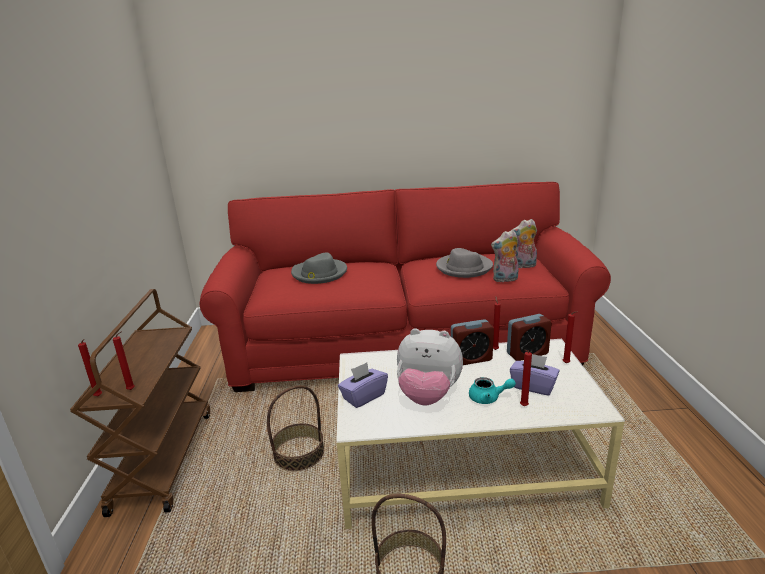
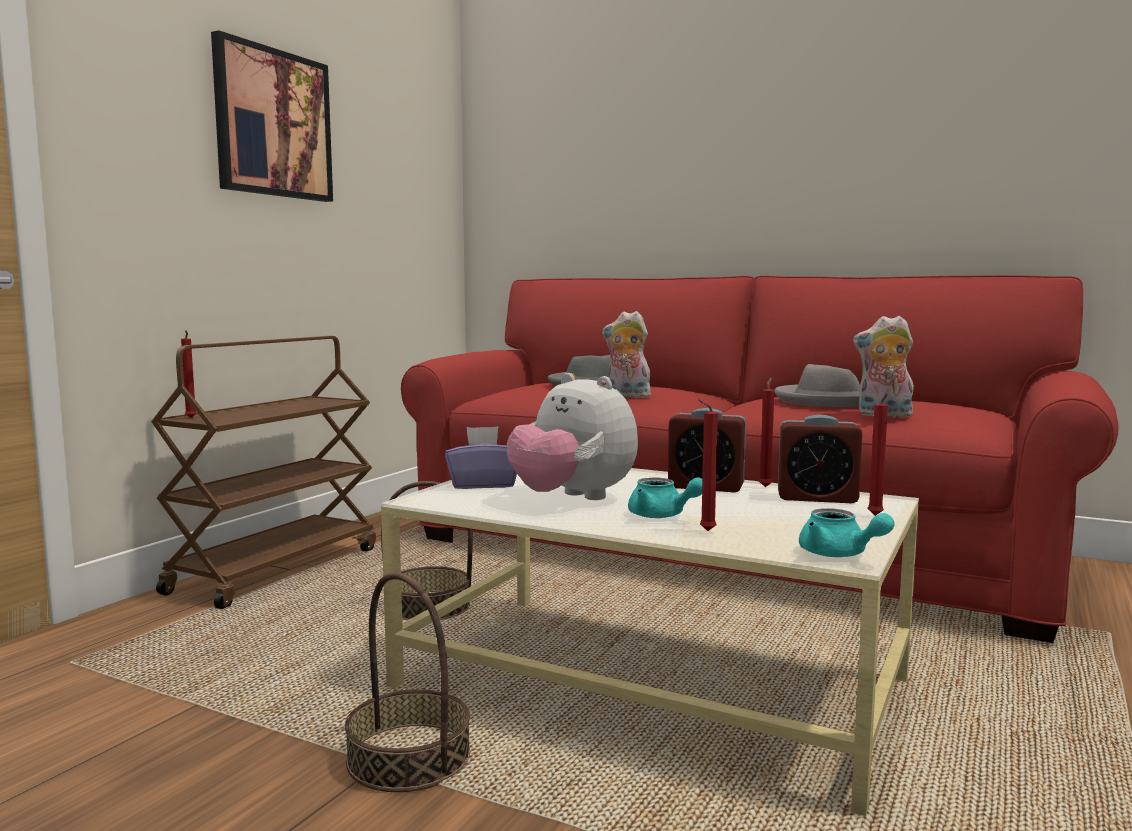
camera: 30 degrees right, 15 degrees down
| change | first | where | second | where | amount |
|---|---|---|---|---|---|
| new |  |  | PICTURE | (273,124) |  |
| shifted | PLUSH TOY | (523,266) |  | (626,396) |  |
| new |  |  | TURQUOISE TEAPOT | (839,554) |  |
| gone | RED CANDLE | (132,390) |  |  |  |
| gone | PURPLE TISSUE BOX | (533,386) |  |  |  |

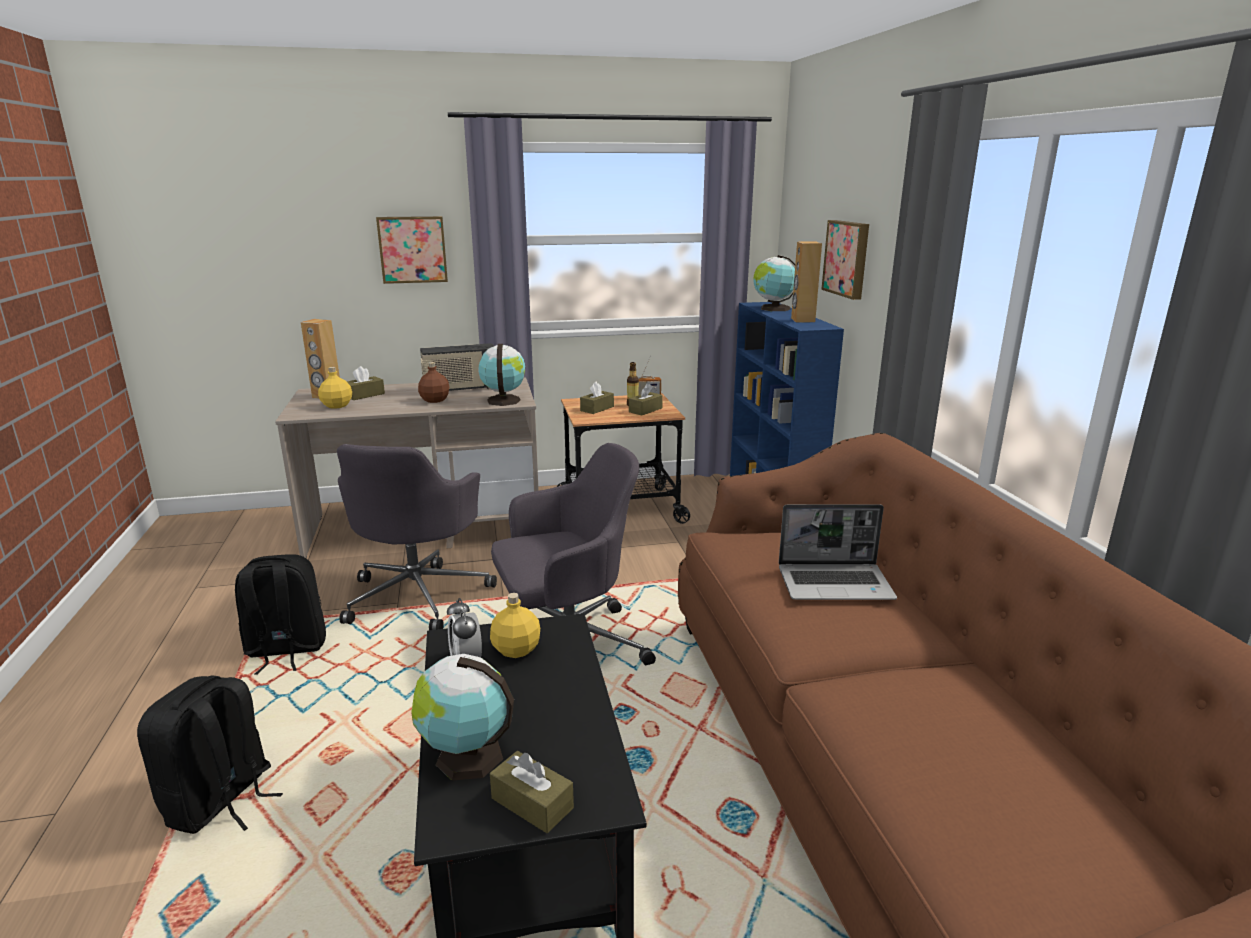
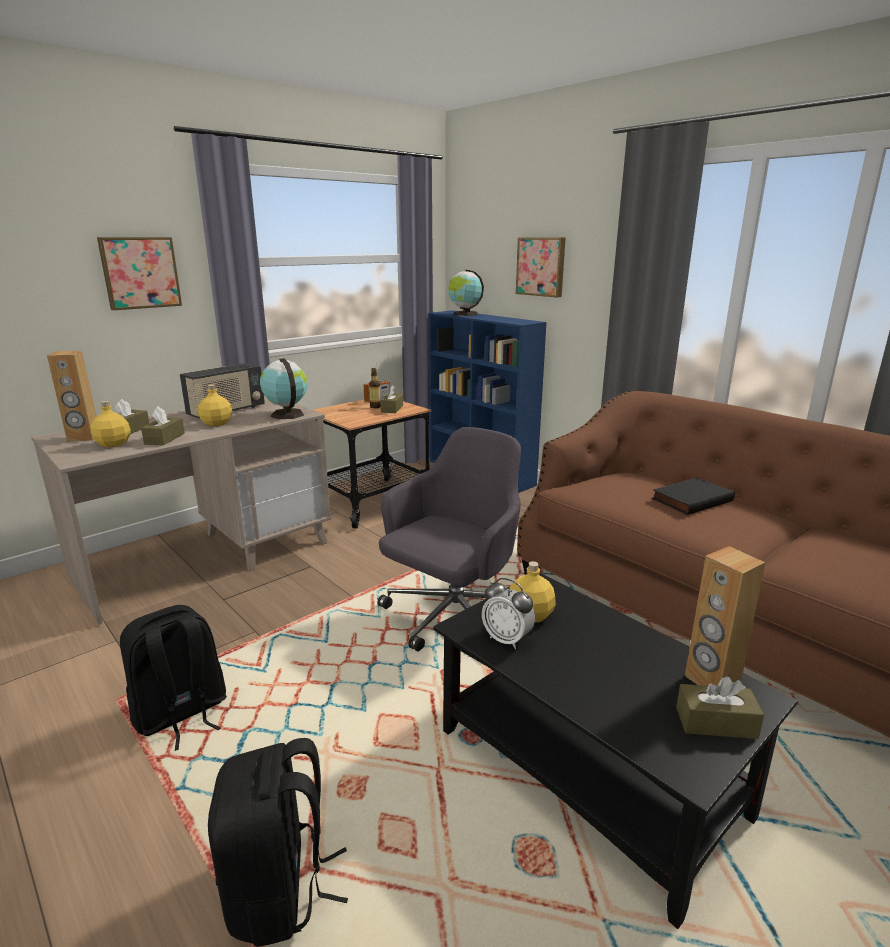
camera: 30 degrees left, 0 degrees up
| change | first | where | second | where | amount |
|---|---|---|---|---|---|
| shifted | BROWN TISSUE BOX | (597,409) |  | (165,439) |  |
| repainted | BROWN BOTTLE | (435,400) | YELLOW BOTTLE | (217,424) |  |
| swapped | LAPTOP | (836,583) | BLACK BOOK | (691,499) |  |
| shifted | BROWN SPEAKER | (802,320) |  | (711,681) |  |
| gone | GREY OFFICE CHAIR | (418,595) |  |  |  |
| gone | GLOBE | (465,756) |  |  |  |

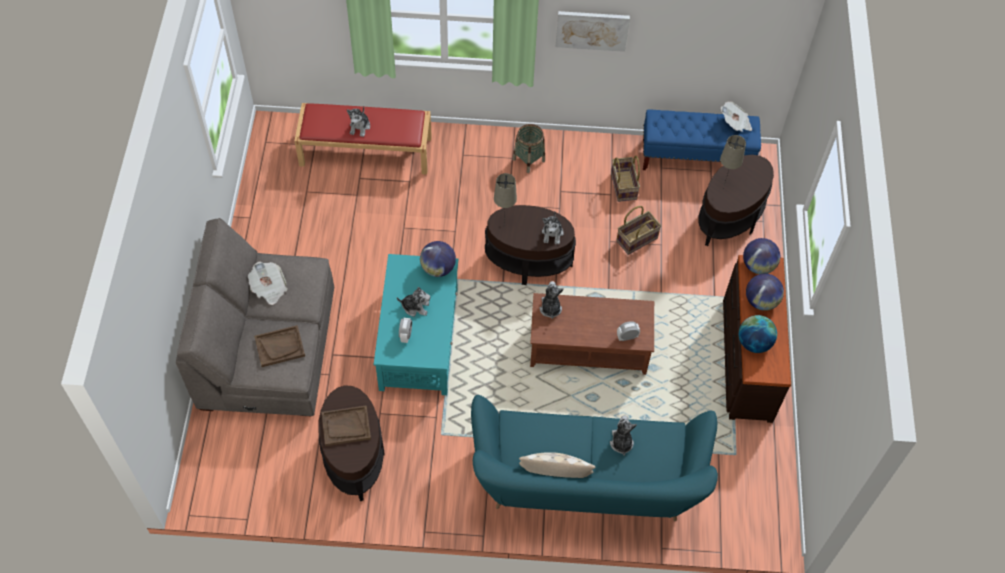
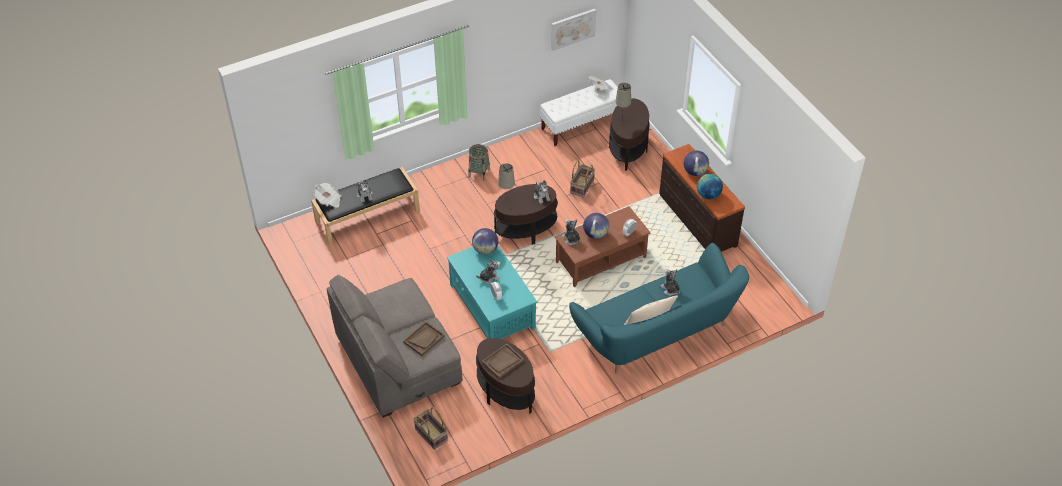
camera: 30 degrees left, 10 degrees down
| change | first | where | second | where | amount |
|---|---|---|---|---|---|
| repainted | RED BENCH | (366,151) | BLACK BENCH | (368,216) |  |
| shifted | NEWSPAPER | (269,288) |  | (329,200) |  |
| shifted | BASKET | (623,186) |  | (430,435) |  |
| repainted | BLUE BENCH | (696,158) | WHITE BENCH | (582,125) |  |
| shifted | PICTURE | (592,30) |  | (572,28) |  |
| shifted | GLOBE | (758,266) |  | (595,234) |  |

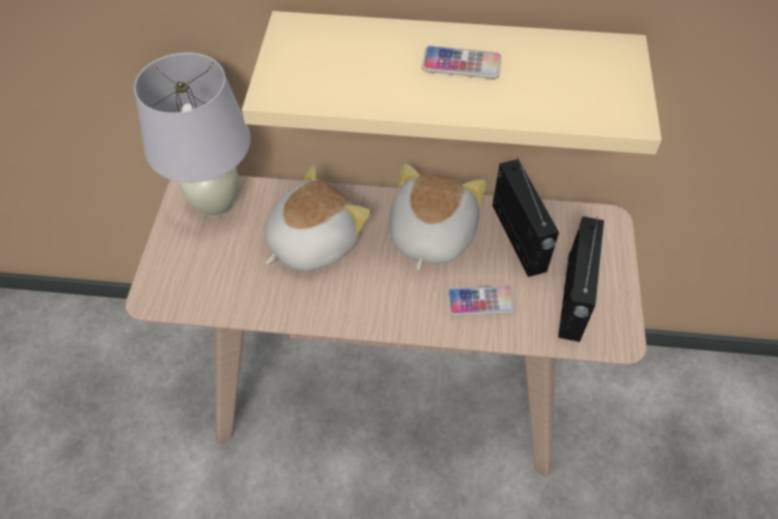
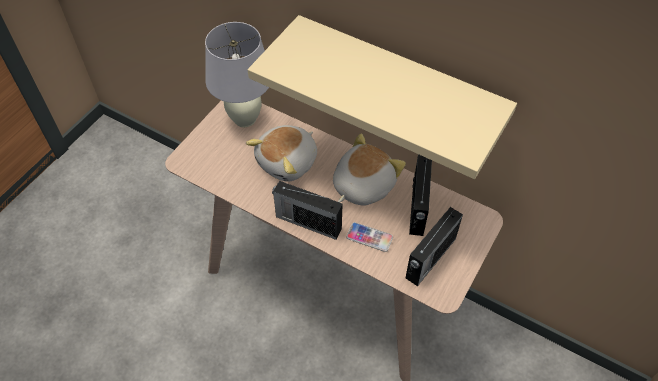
camera: 25 degrees right, 0 degrees up
| change | first | where | second | where | amount |
|---|---|---|---|---|---|
| rotated | PLUSH TOY | (312,242) |  | (288,162) | 150 degrees clockwise |
| new |  |  | RADIO | (307,222) |  |
| gone | PHONE | (461,64) |  |  |  |

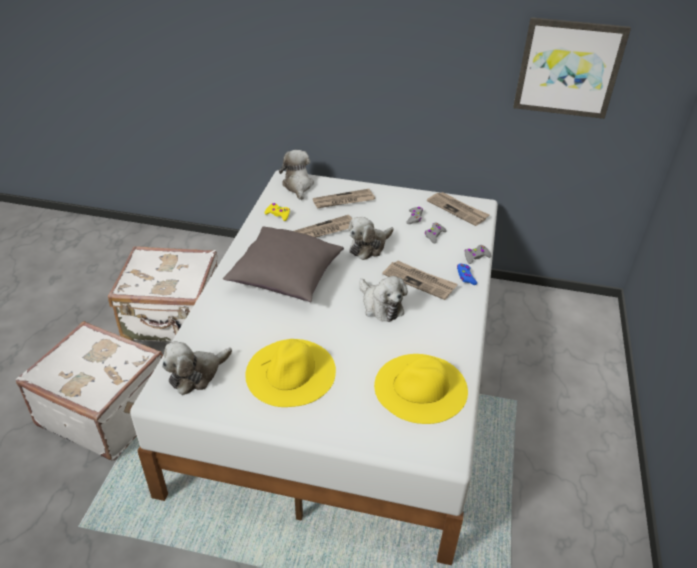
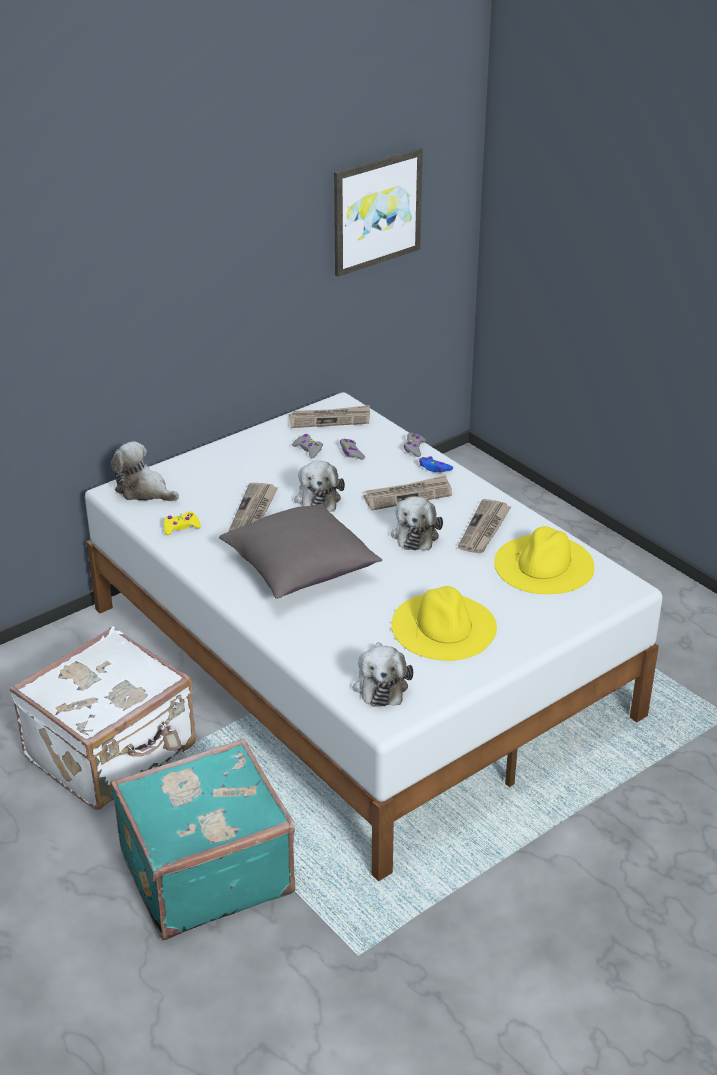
camera: 50 degrees left, 5 degrees down
| change | first | where | second | where | amount |
|---|---|---|---|---|---|
| repainted | WHITE SUITCASE | (106,410) | TURQUOISE SUITCASE | (204,872) |  |
| rotated | PLUSH TOY | (380,306) |  | (415,534) | 90 degrees clockwise |
| shifted | NEWSPAPER | (343,201) |  | (484,529) |  |

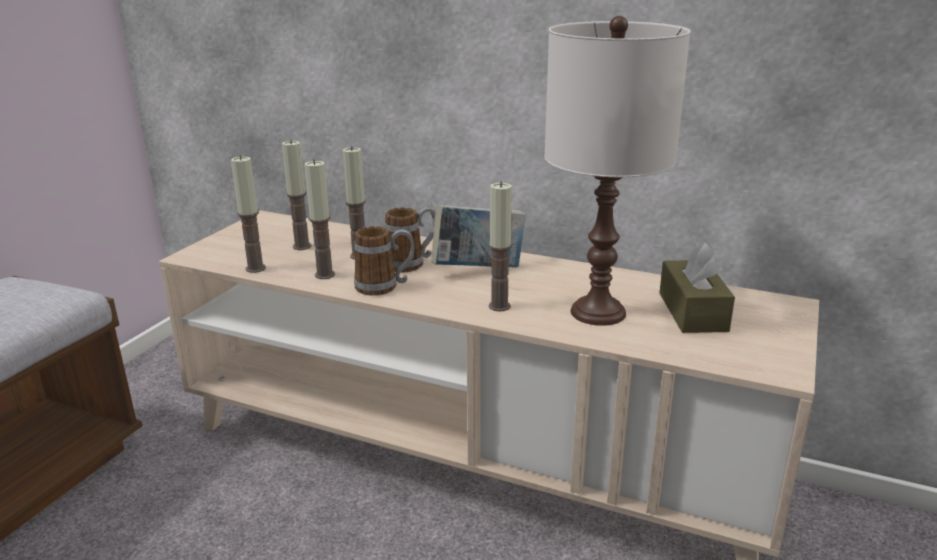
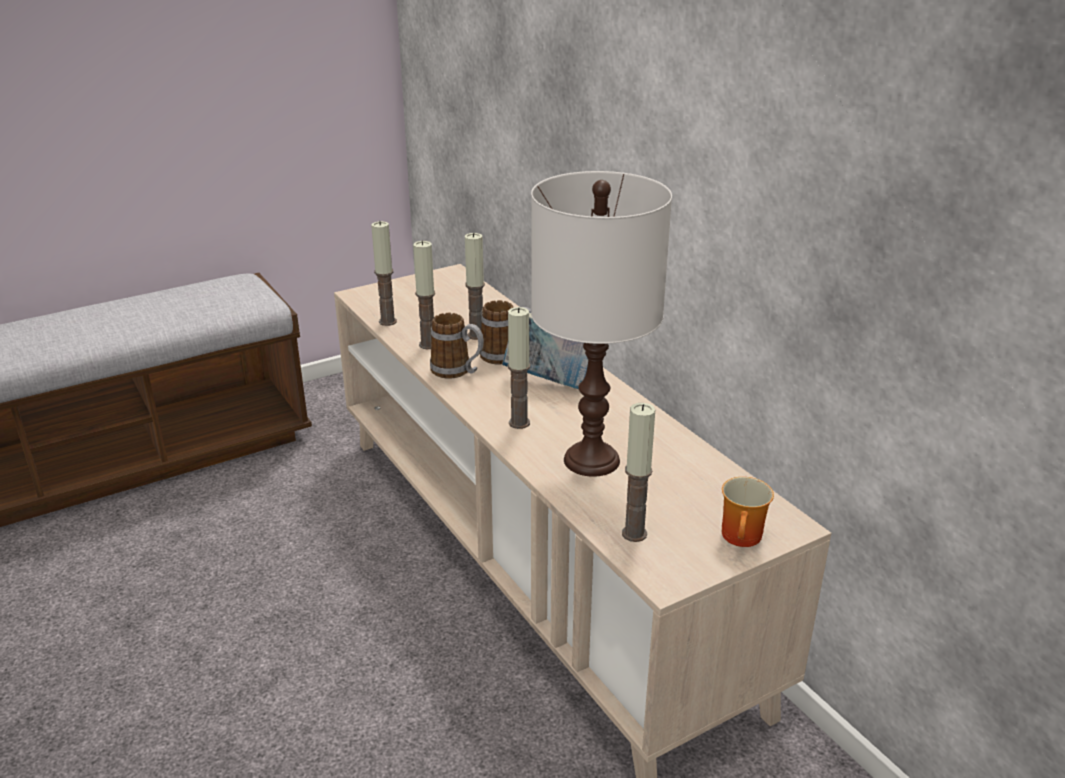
camera: 35 degrees right, 5 degrees up
| change | first | where | second | where | amount |
|---|---|---|---|---|---|
| shifted | CANDLE | (302,246) |  | (634,533) |  |
| new |  |  | MUG | (744,538) |  |
| gone | BROWN TISSUE BOX | (692,312) |  |  |  |

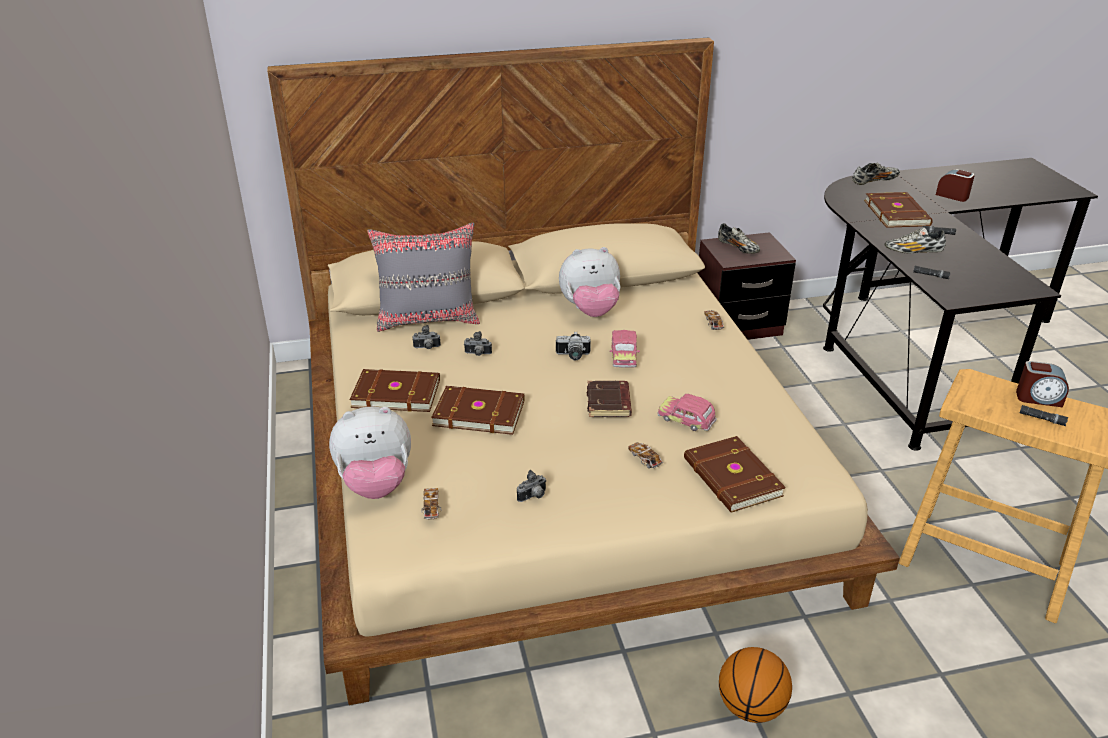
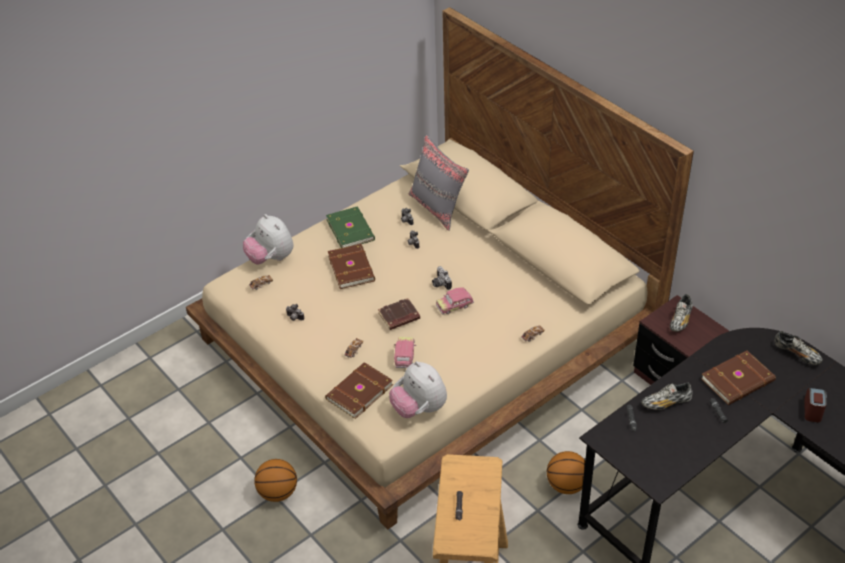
camera: 65 degrees right, 10 degrees up
| change | first | where | second | where | amount |
|---|---|---|---|---|---|
| repainted | BROWN BOOK | (396,393) | GREEN BOOK | (351,229) |  |
| shifted | PLUSH TOY | (590,311) |  | (419,408) |  |
| new |  |  | BASKETBALL | (566,485) |  |
| rotated | SHOE | (913,252) |  | (666,403) | 75 degrees counterclockwise |
| gone | ALARM CLOCK | (1038,398) |  |  |  |

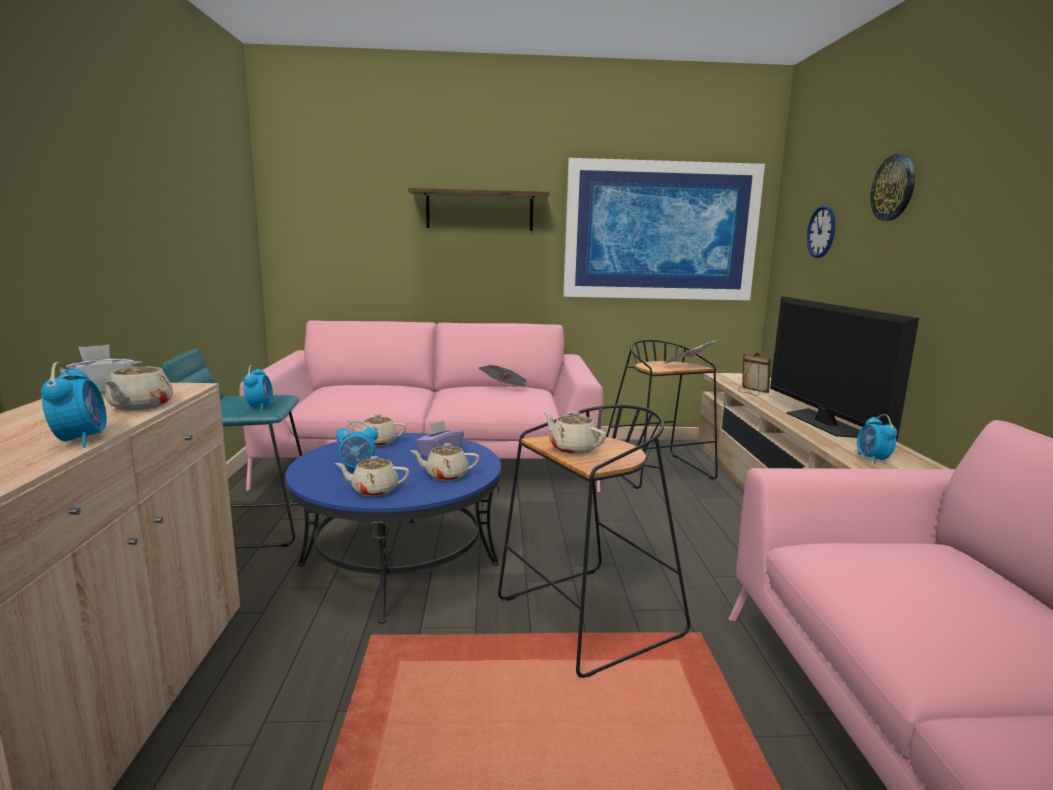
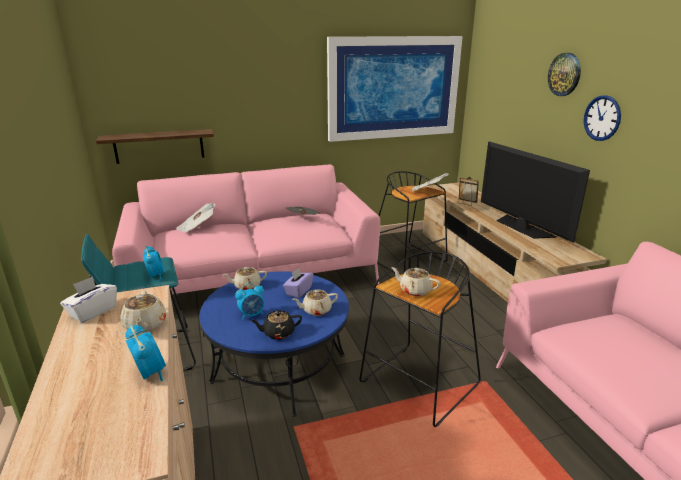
camera: 15 degrees left, 10 degrees up
| change | first | where | second | where | amount |
|---|---|---|---|---|---|
| shifted | SHELF | (479,210) |  | (159,146) |  |
| new |  |  | NEWSPAPER | (197,228) |  |
| repainted | BEIGE TEAPOT | (374,490) | BLACK TEAPOT | (278,333) |  |
| shifted | WALL CLOCK | (821,231) |  | (602,118) |  |
| gone | ALARM CLOCK | (872,459) |  |  |  |

